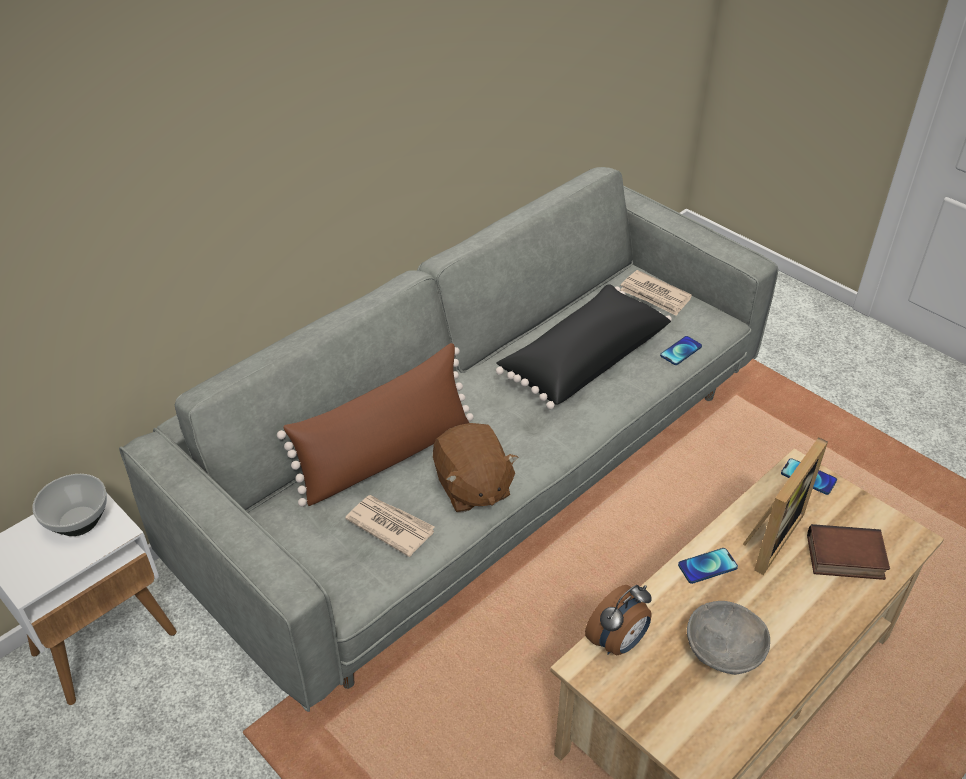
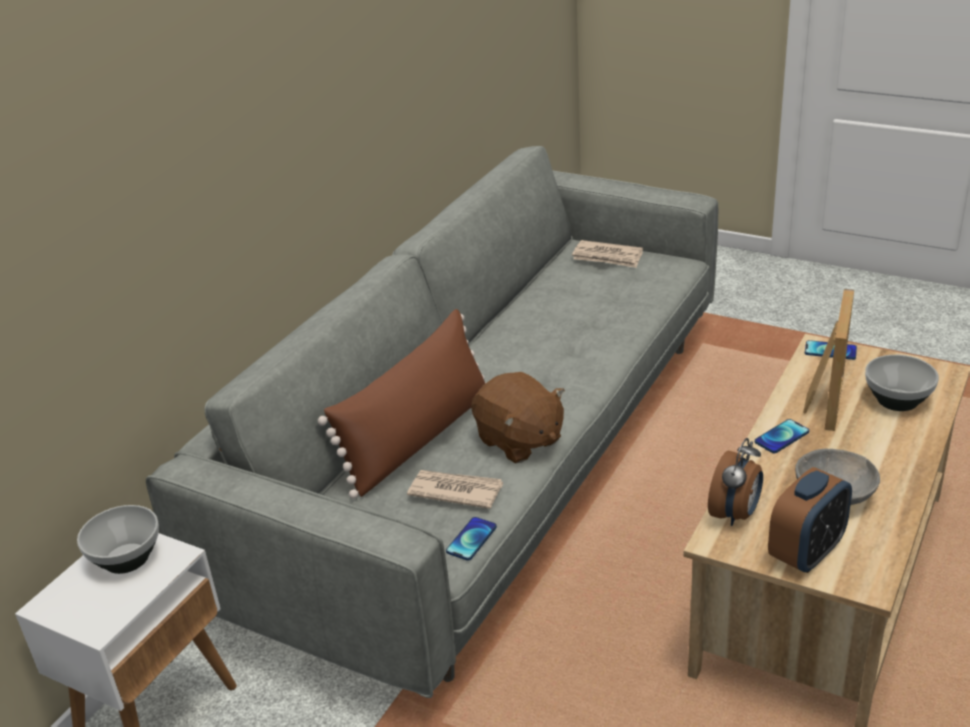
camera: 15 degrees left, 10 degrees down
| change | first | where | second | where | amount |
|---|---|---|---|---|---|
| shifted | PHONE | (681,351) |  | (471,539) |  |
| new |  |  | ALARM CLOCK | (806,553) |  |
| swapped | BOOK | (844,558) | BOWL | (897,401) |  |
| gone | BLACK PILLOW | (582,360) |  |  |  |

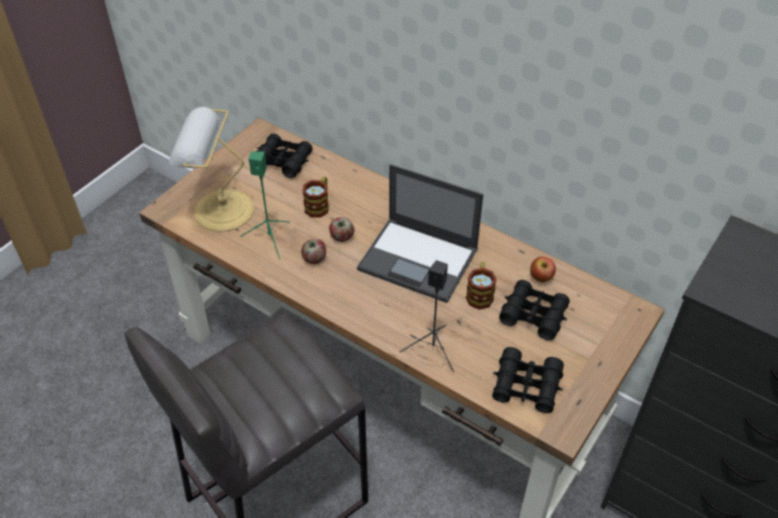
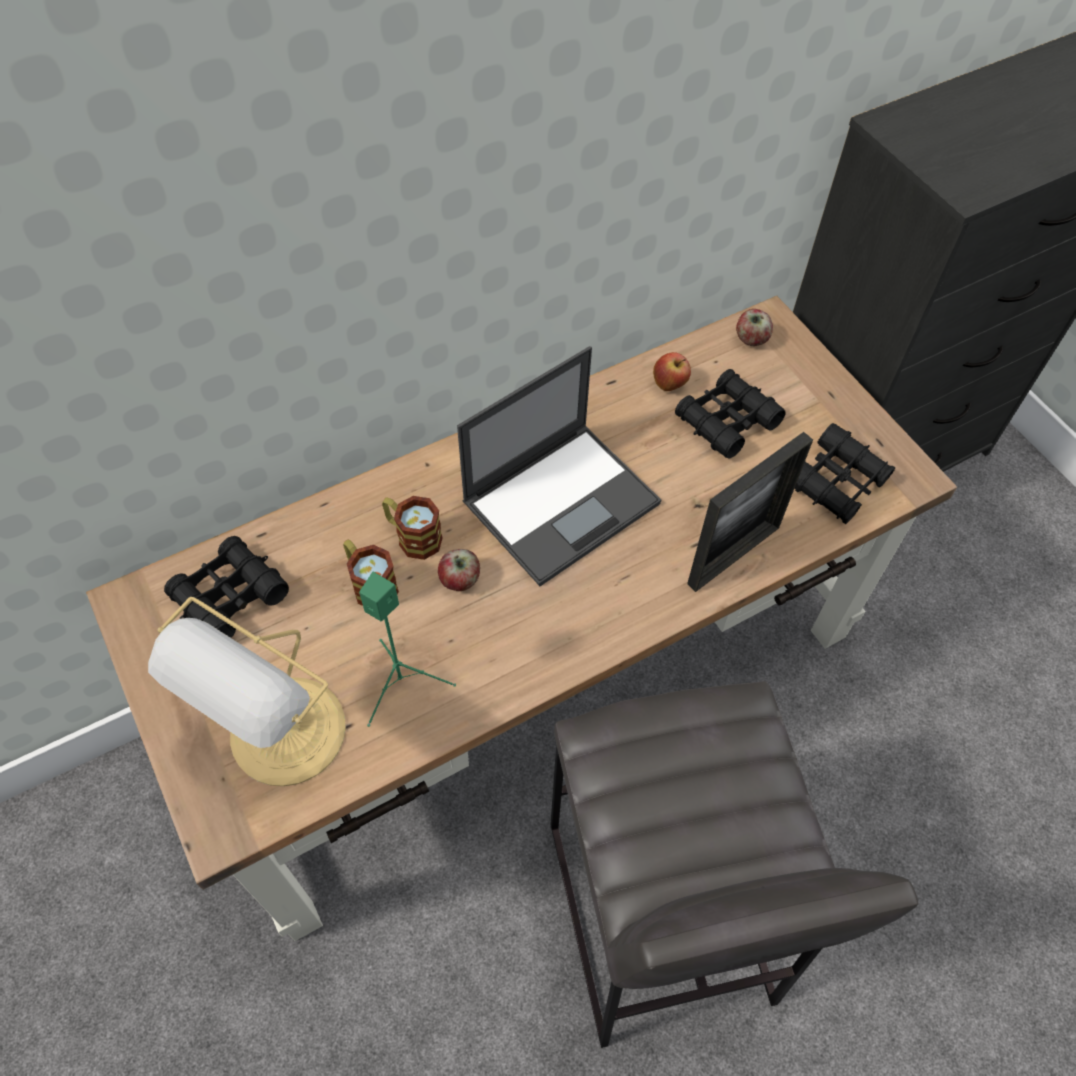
camera: 65 degrees left, 10 degrees up
| change | first | where | second | where | amount |
|---|---|---|---|---|---|
| shifted | MUG | (480,293) |  | (412,536) |  |
| swapped | BLACK SPEAKER | (433,349) | PICTURE FRAME | (733,555) |  |
| shifted | APPLE | (314,259) |  | (751,339) |  |

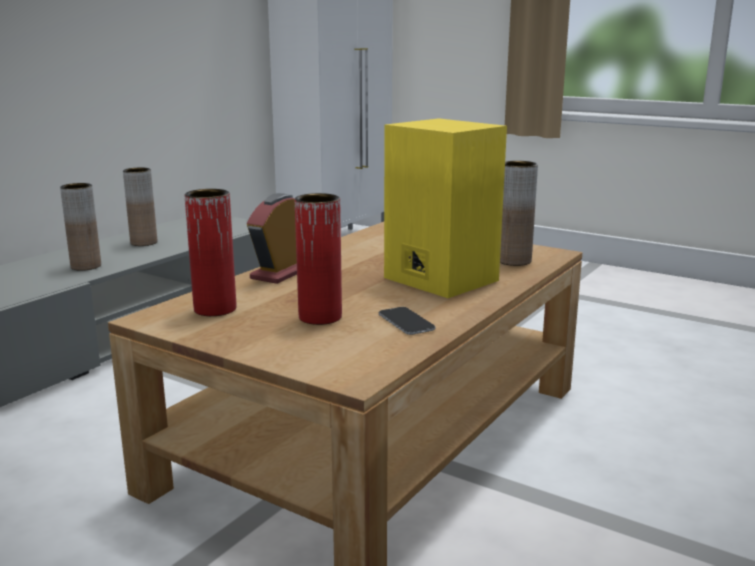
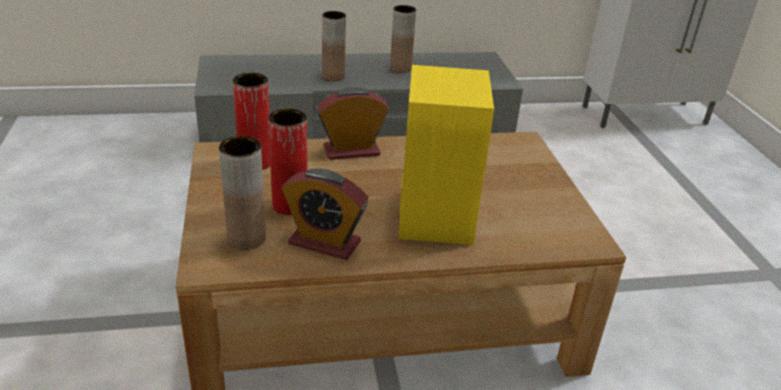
camera: 45 degrees right, 15 degrees up
| change | first | where | second | where | amount |
|---|---|---|---|---|---|
| shifted | BROWN VASE | (513,261) |  | (246,238) |  |
| swapped | PHONE | (406,322) | ALARM CLOCK | (324,243) |  |

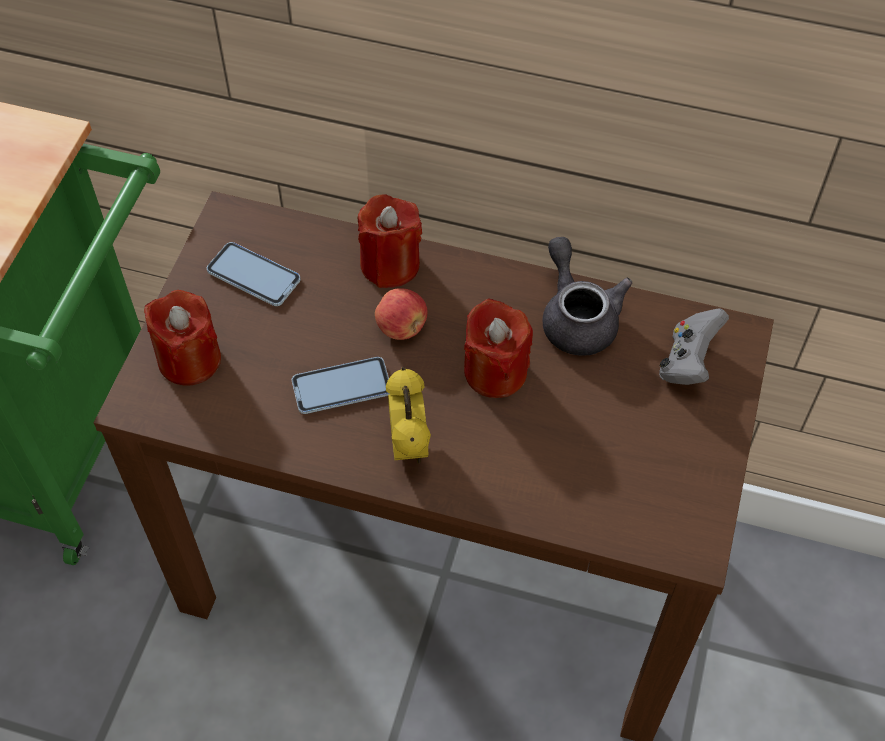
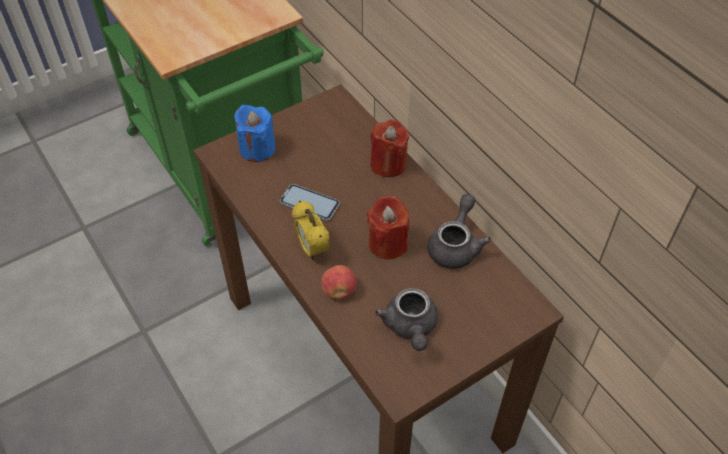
camera: 40 degrees right, 5 degrees down
| change | first | where | second | where | amount |
|---|---|---|---|---|---|
| repainted | RED CANDLE | (189,359) | BLUE CANDLE | (257,149) |  |
| rotated | ALARM CLOCK | (409,447) |  | (312,249) | 120 degrees clockwise |
| shifted | APPLE | (402,327) |  | (339,291) |  |
| new |  |  | GREY TEAPOT | (410,327) |  |
| gone | PHONE | (253,275) |  |  |  |
| gone | GREY GAME CONTROLLER | (688,362) |  |  |  |

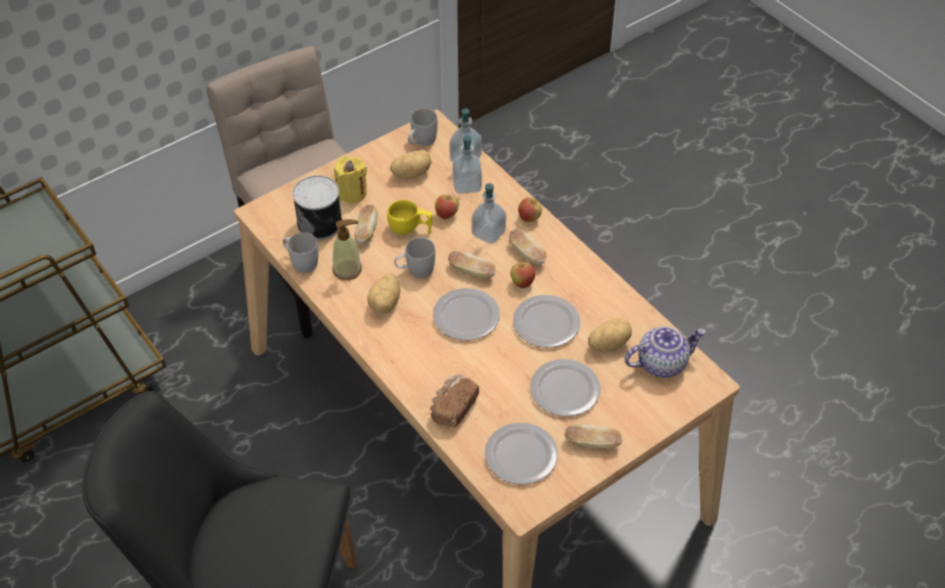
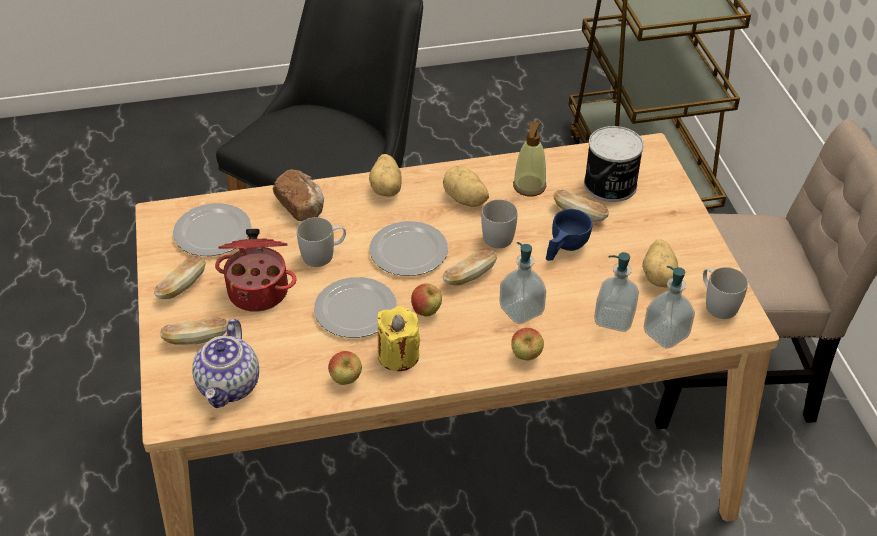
camera: 115 degrees right, 5 degrees down
| change | first | where | second | where | amount |
|---|---|---|---|---|---|
| shifted | BREAD | (527,254) |  | (196,339) |  |
| swapped | PLATE | (564,390) | COOKING POT | (259,290) |  |
| shifted | WHITE MUG | (301,261) |  | (324,254) |  |
| shifted | APPLE | (446,215) |  | (346,380) |  |
| shifted | POTATO | (608,344) |  | (387,188) |  |
| shifted | YELLOW CANDLE | (352,192) |  | (398,355) |  |
| repainted | YELLOW CUP | (410,229) | BLUE CUP | (564,248) |  |

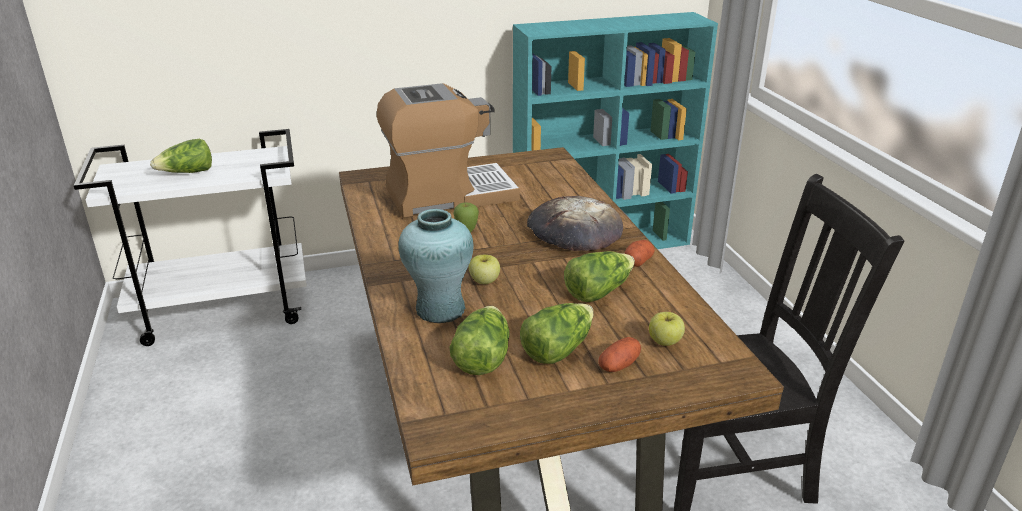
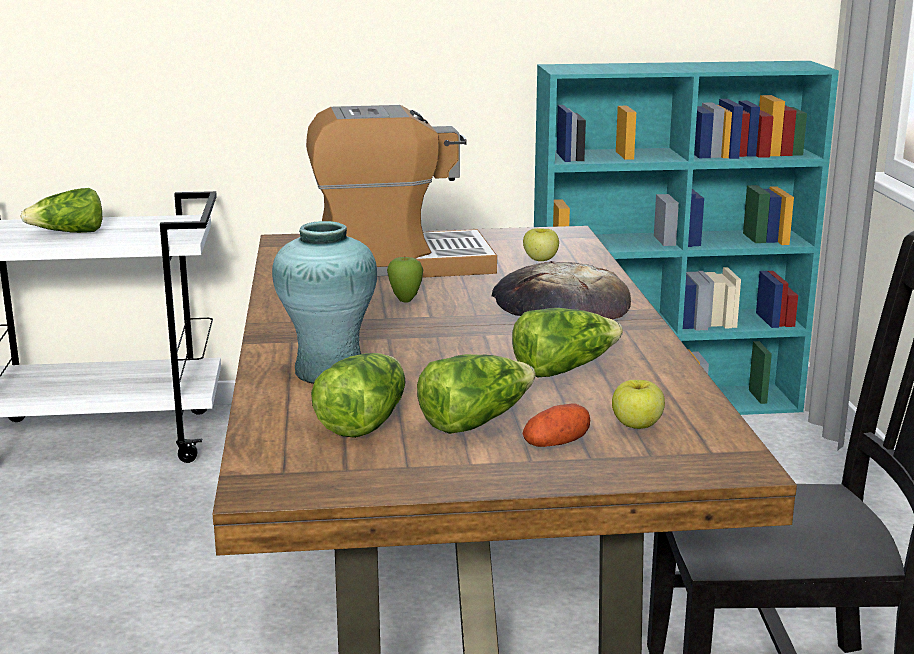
camera: 10 degrees right, 10 degrees down
| change | first | where | second | where | amount |
|---|---|---|---|---|---|
| shifted | APPLE | (484,281) |  | (540,259) |  |
| gone | POTATO | (638,261) |  |  |  |

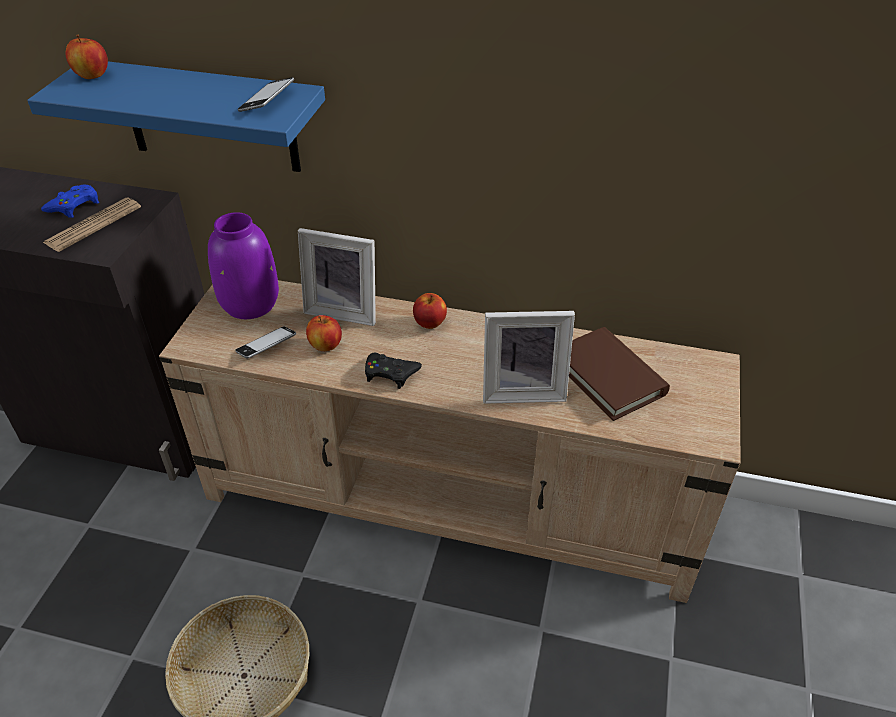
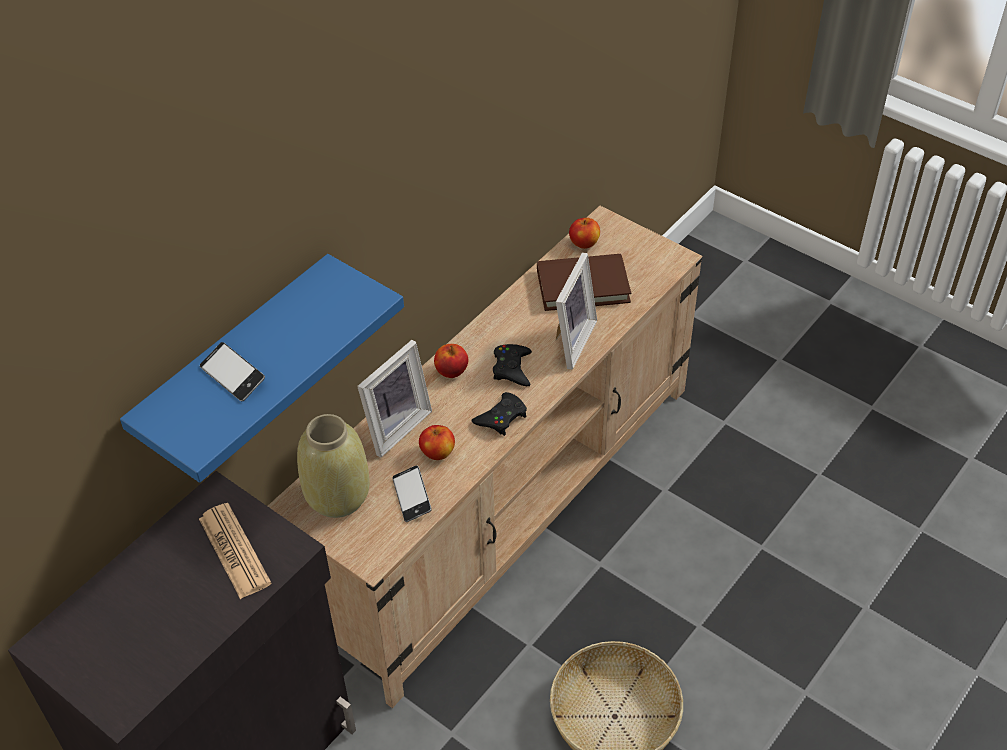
camera: 65 degrees left, 5 degrees up
| change | first | where | second | where | amount |
|---|---|---|---|---|---|
| shifted | PHONE | (267,100) |  | (233,376) |  |
| repainted | PURPLE VASE | (250,304) | BEIGE VASE | (339,496) |  |
| new |  |  | BLACK GAME CONTROLLER | (512,368) |  |
| shifted | APPLE | (92,75) |  | (584,243) |  |
| gone | BLUE GAME CONTROLLER | (74,206) |  |  |  |

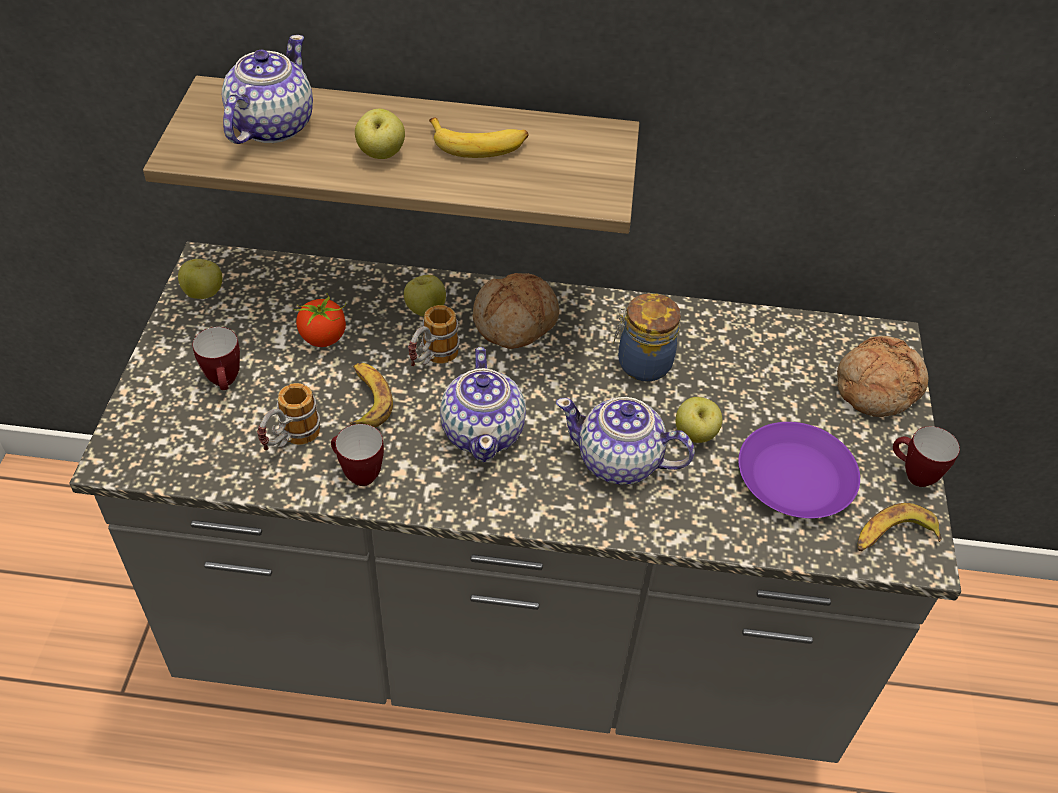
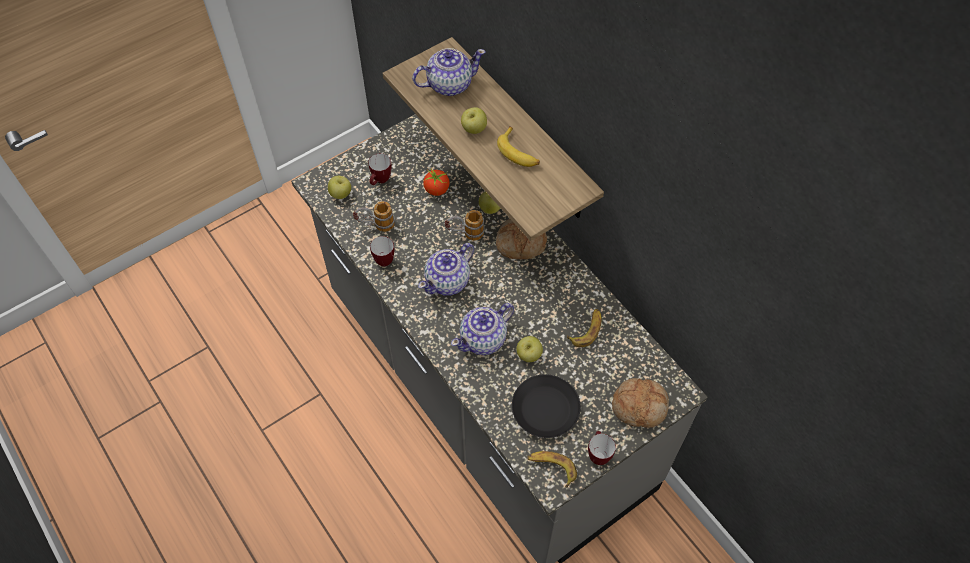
camera: 50 degrees right, 10 degrees up
| change | first | where | second | where | amount |
|---|---|---|---|---|---|
| shifted | APPLE | (204,293) |  | (340,194) |  |
| rotated | TEAPOT | (619,462) |  | (484,339) | 105 degrees counterclockwise |
| repainted | PURPLE PLATE | (794,477) | BLACK PLATE | (545,408) |  |
| shifted | BANANA | (367,399) |  | (586,330) |  |
| gone | JAR | (641,363) |  |  |  |

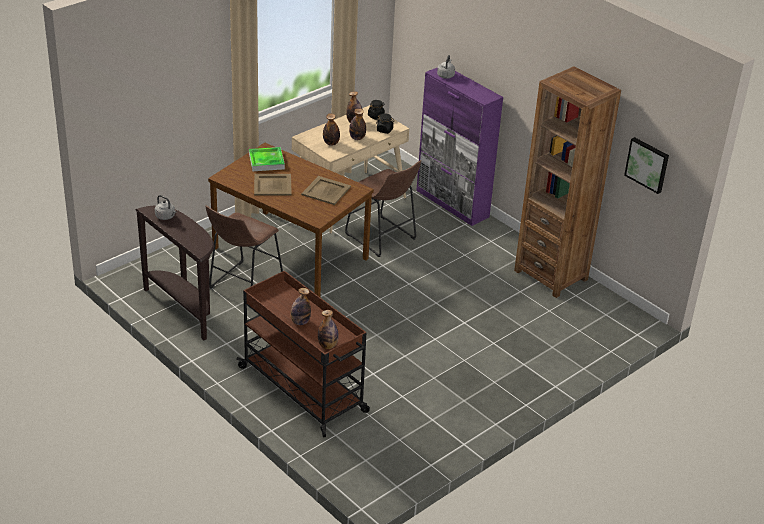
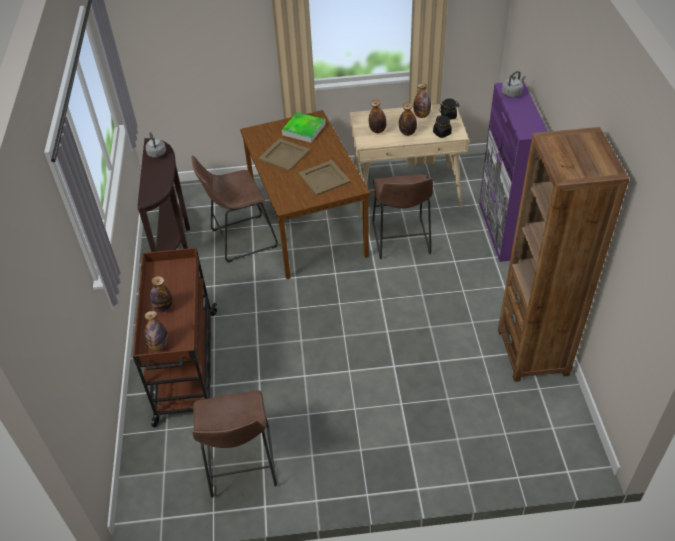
camera: 40 degrees right, 10 degrees up
| change | first | where | second | where | amount |
|---|---|---|---|---|---|
| new |  |  | BROWN STOOL | (241,467) |  |
| gone | PICTURE | (647,164) |  |  |  |

